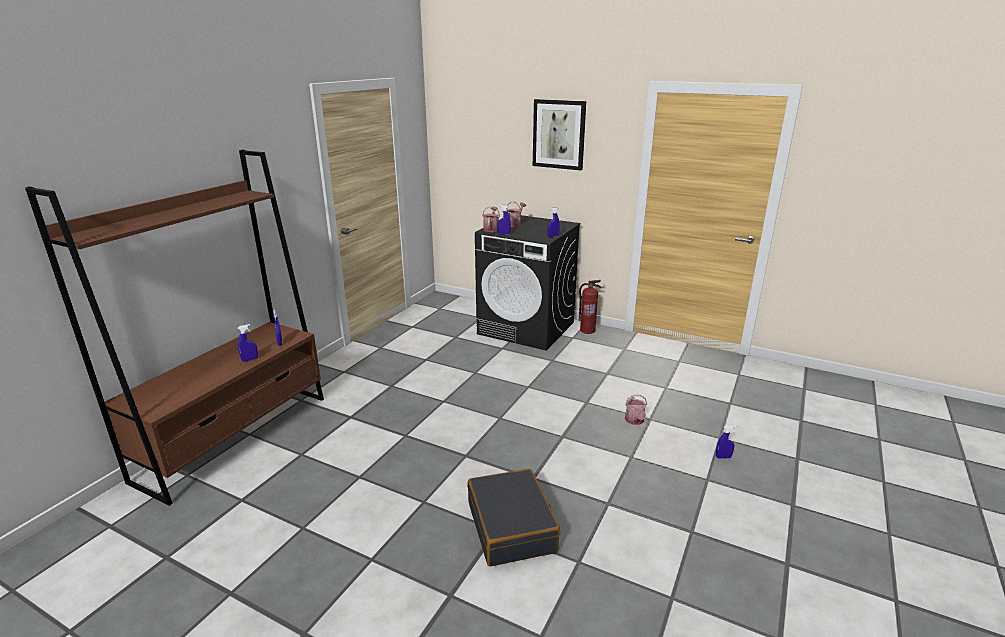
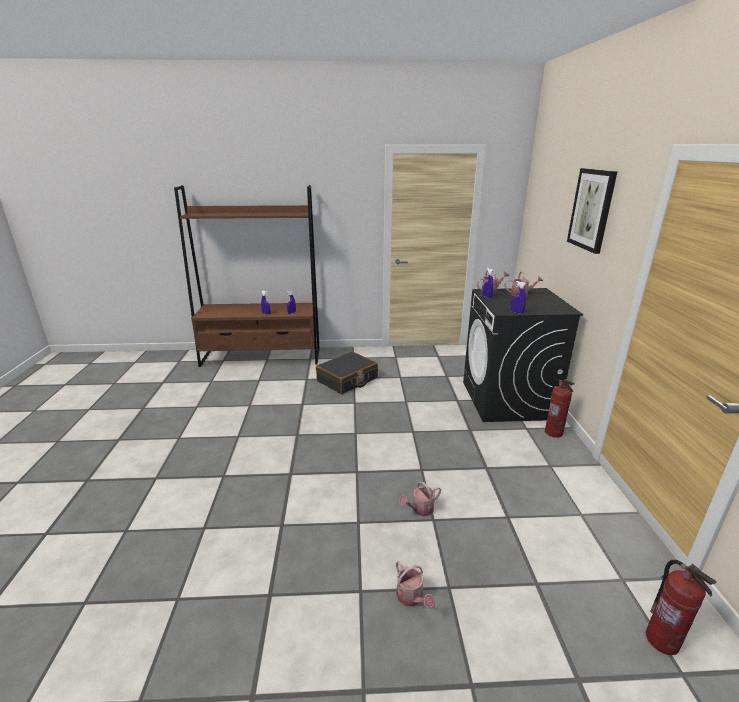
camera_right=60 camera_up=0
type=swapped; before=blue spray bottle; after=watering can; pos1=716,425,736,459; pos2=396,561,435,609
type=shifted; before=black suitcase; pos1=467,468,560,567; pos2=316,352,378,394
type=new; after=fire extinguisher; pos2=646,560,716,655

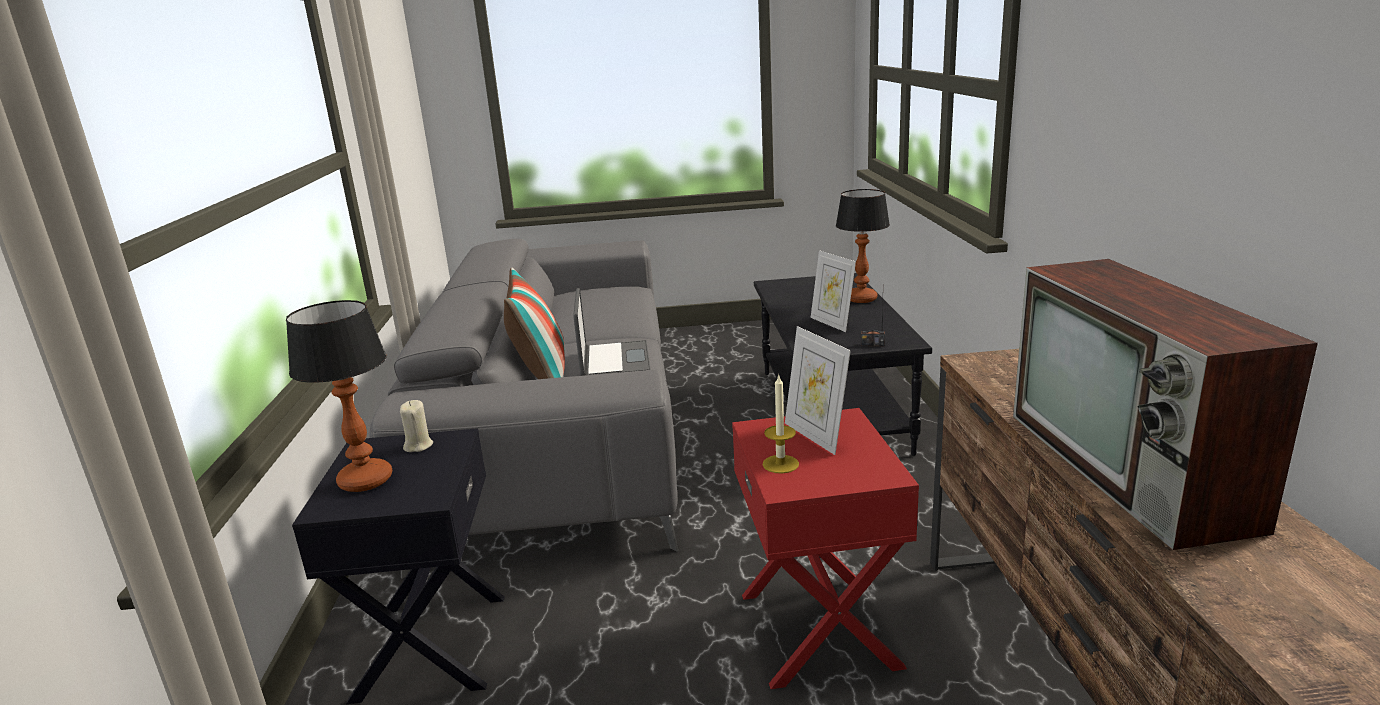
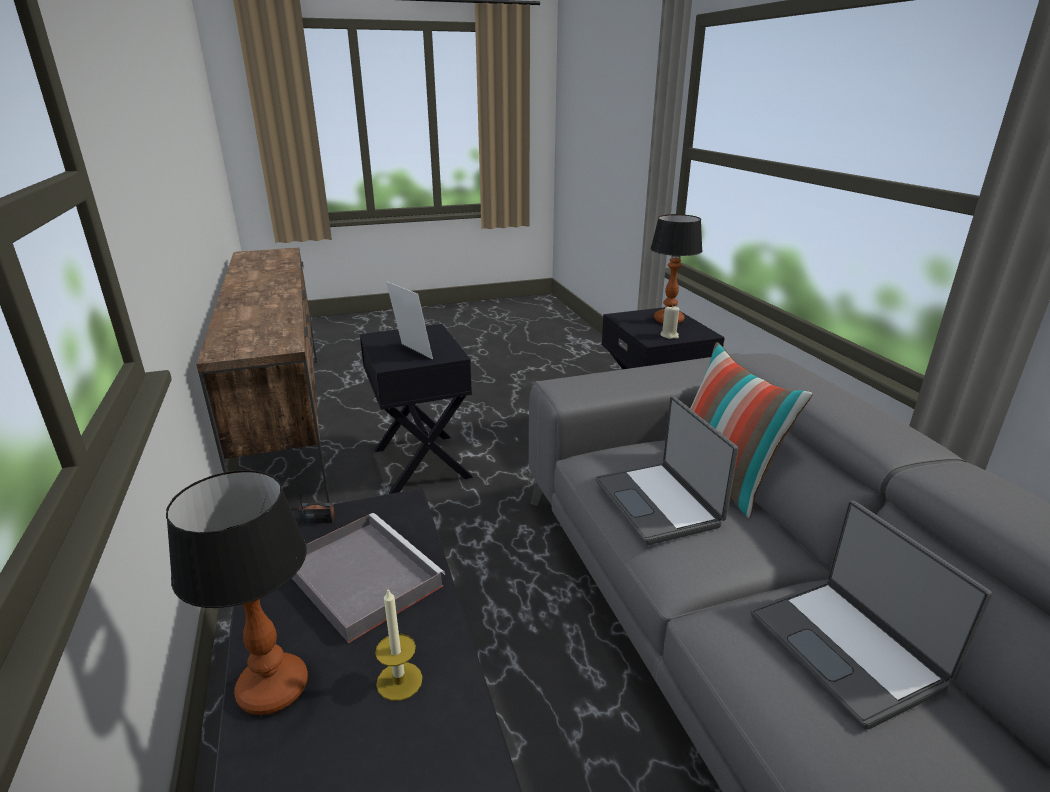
camera_right=165 camera_up=5
type=swapped; before=picture frame; after=grey tray; pos1=811,250,856,332; pos2=292,513,445,643
type=gone; before=television; pos1=1013,259,1318,550
type=shifted; before=candle; pos1=763,374,799,474; pos2=375,589,422,701
type=repainted; before=red side table; after=black side table; pos1=732,408,919,689; pos2=360,324,473,494
type=new; after=laptop; pos2=750,500,992,730

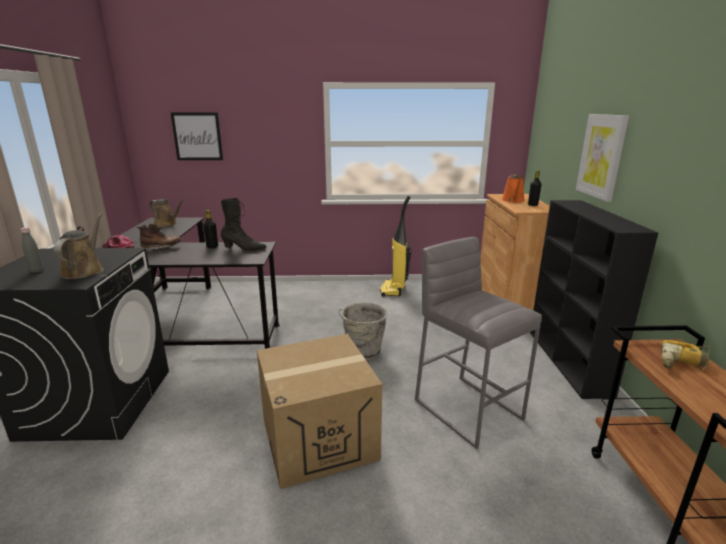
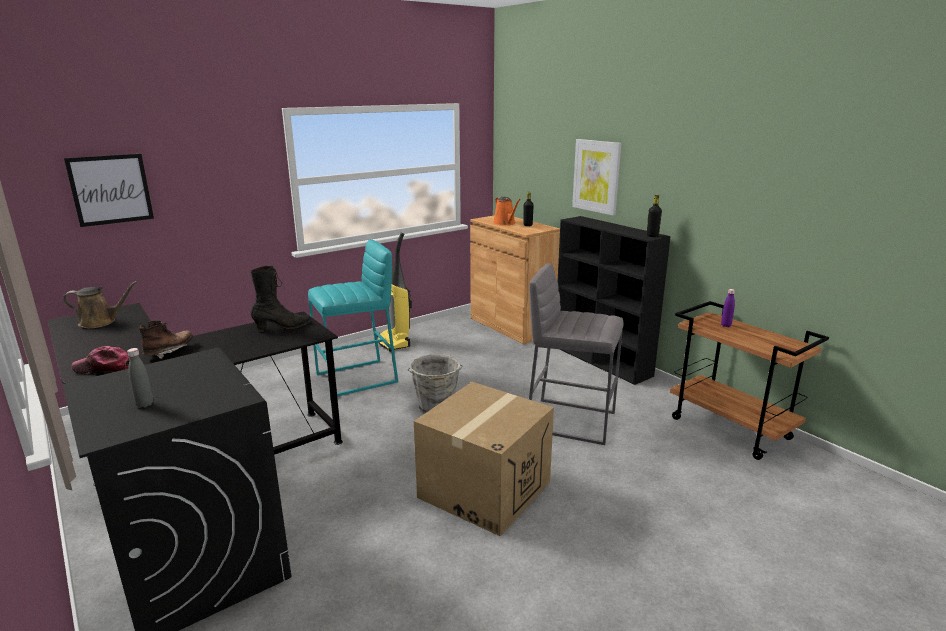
camera_right=-35 camera_up=0
type=shifted; before=black bottle; pos1=203,210,218,248; pos2=647,195,662,237
type=gone; before=brown watering can; pos1=54,213,104,279
type=swapped; before=power drill; after=purple bottle; pos1=661,340,711,370; pos2=721,289,735,327
type=new; after=turquoise stool; pos2=308,240,398,396

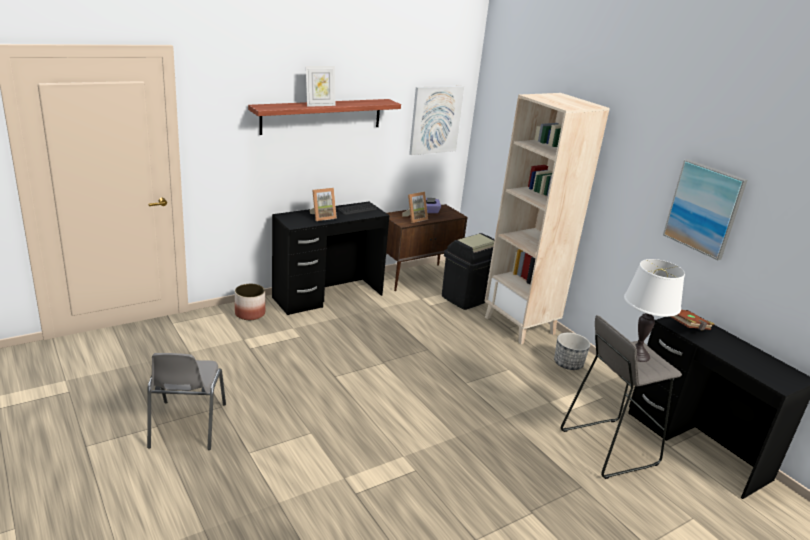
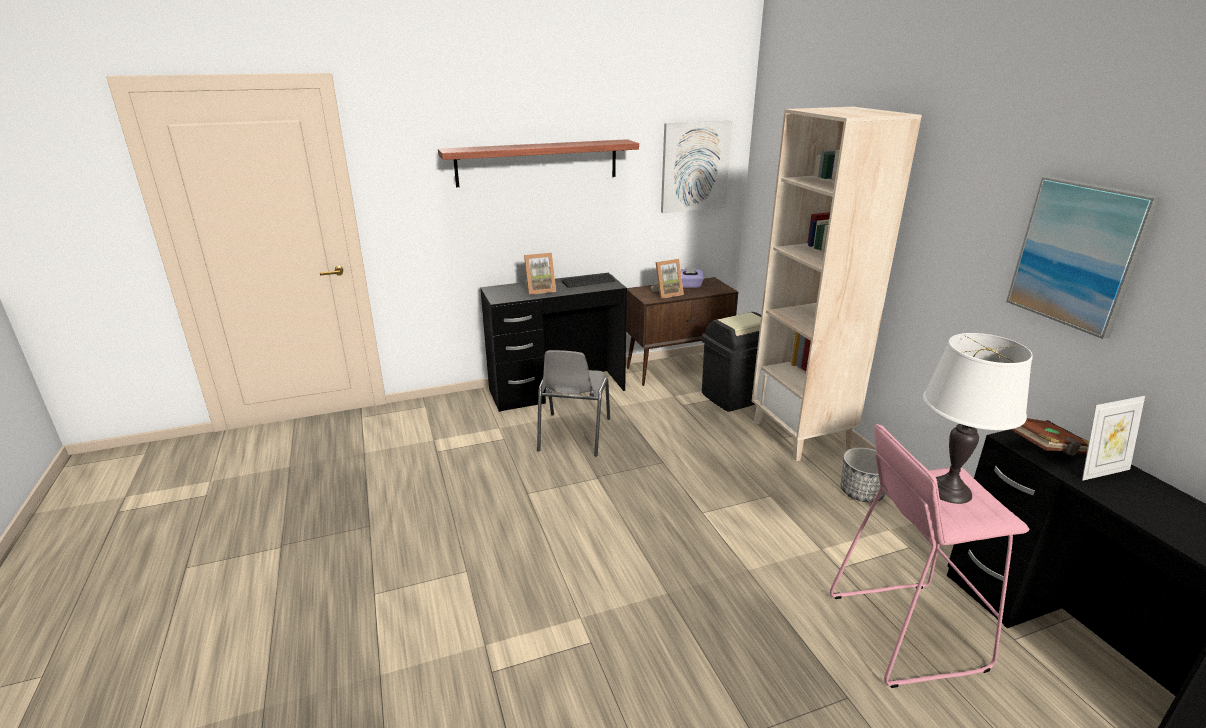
camera_right=15 camera_up=0
type=shifted; before=picture frame; pos1=306,66,336,107; pos2=1082,396,1145,481
type=gone; before=planter; pos1=235,284,265,320
type=repainted; before=grey stool; after=pink stool; pos1=561,315,682,479; pos2=830,424,1030,688
type=shifted; before=grey chair; pos1=147,353,226,450; pos2=537,350,610,456

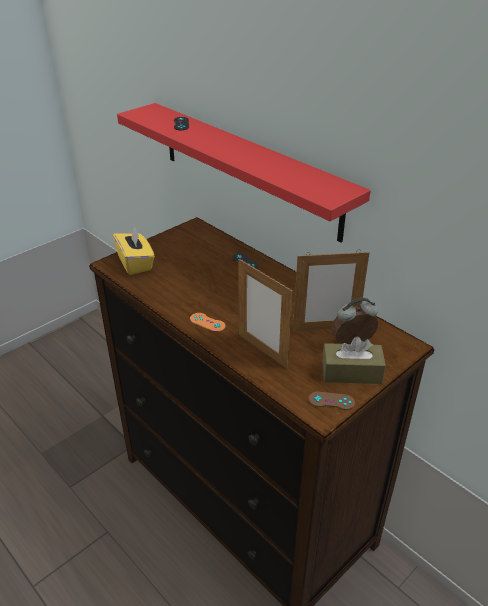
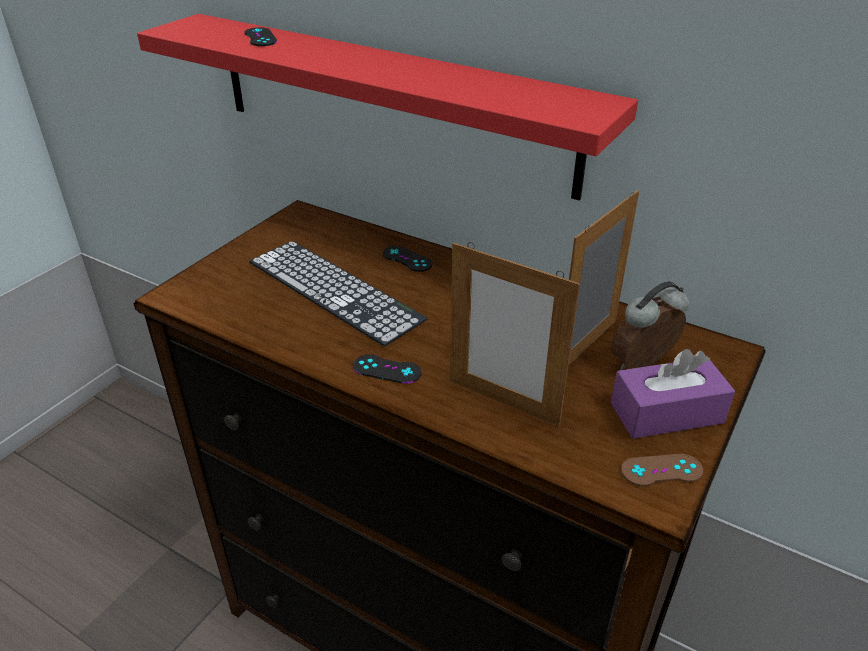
camera_right=-15 camera_up=0
type=gone; before=yellow tissue box; pos1=113,226,155,275
type=rotated; before=picture frame; pos1=293,250,369,332; pos2=568,190,639,366; turn=150
type=repainted; before=orange game controller; after=black game controller; pos1=190,313,226,332; pos2=353,354,421,384
type=repainted; before=brown tissue box; after=purple tissue box; pos1=322,336,386,384; pos2=611,349,735,439
type=new; after=keyboard; pos2=249,241,427,346

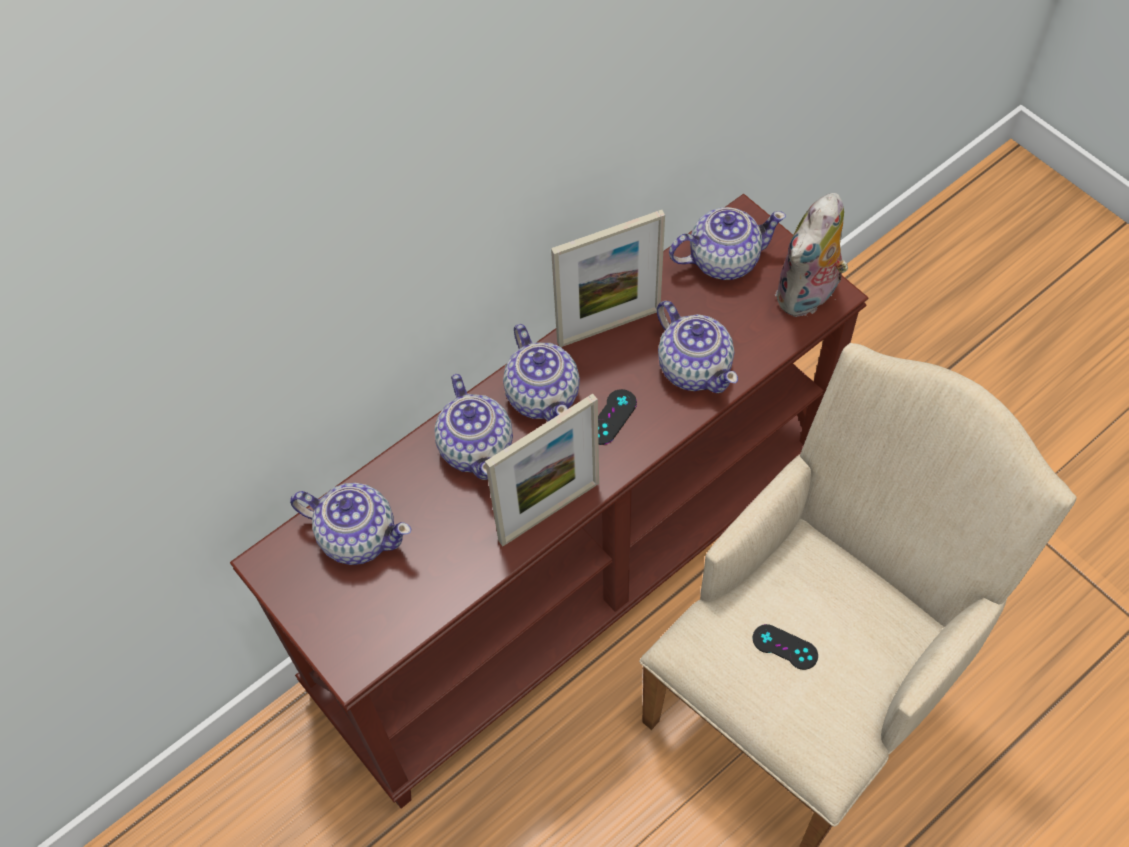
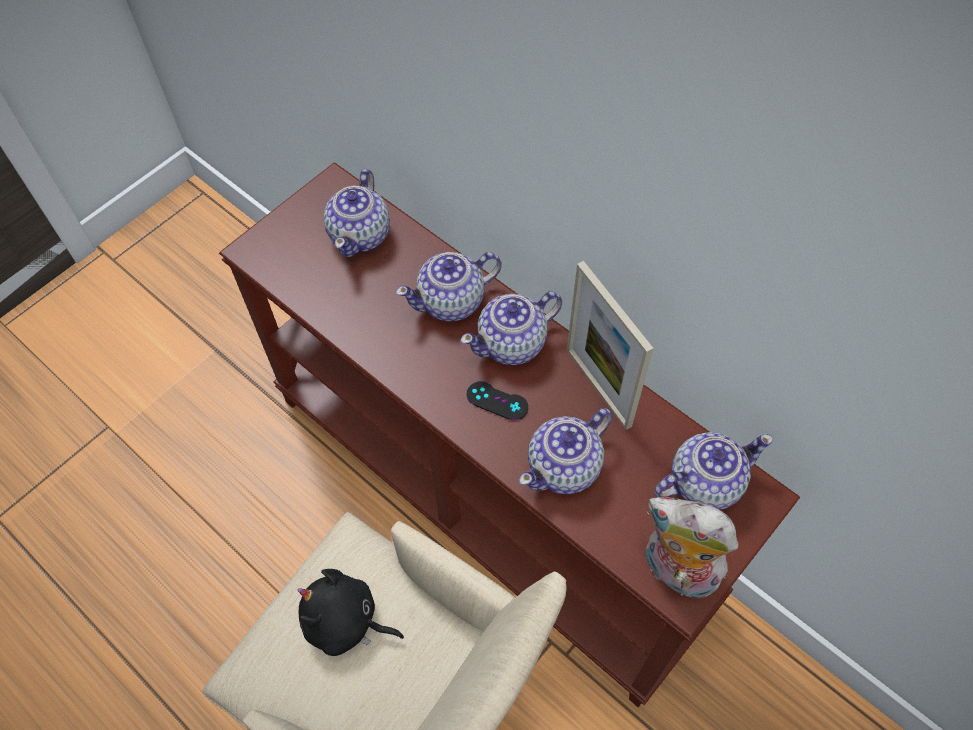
camera_right=80 camera_up=0
type=rotated; before=teapot; pos1=669,207,786,280; pos2=654,432,773,510; turn=-90
type=gone; before=picture frame; pos1=485,394,599,546
type=swapped; before=black game controller; after=black plush toy; pos1=753,624,818,670; pos2=298,569,404,656

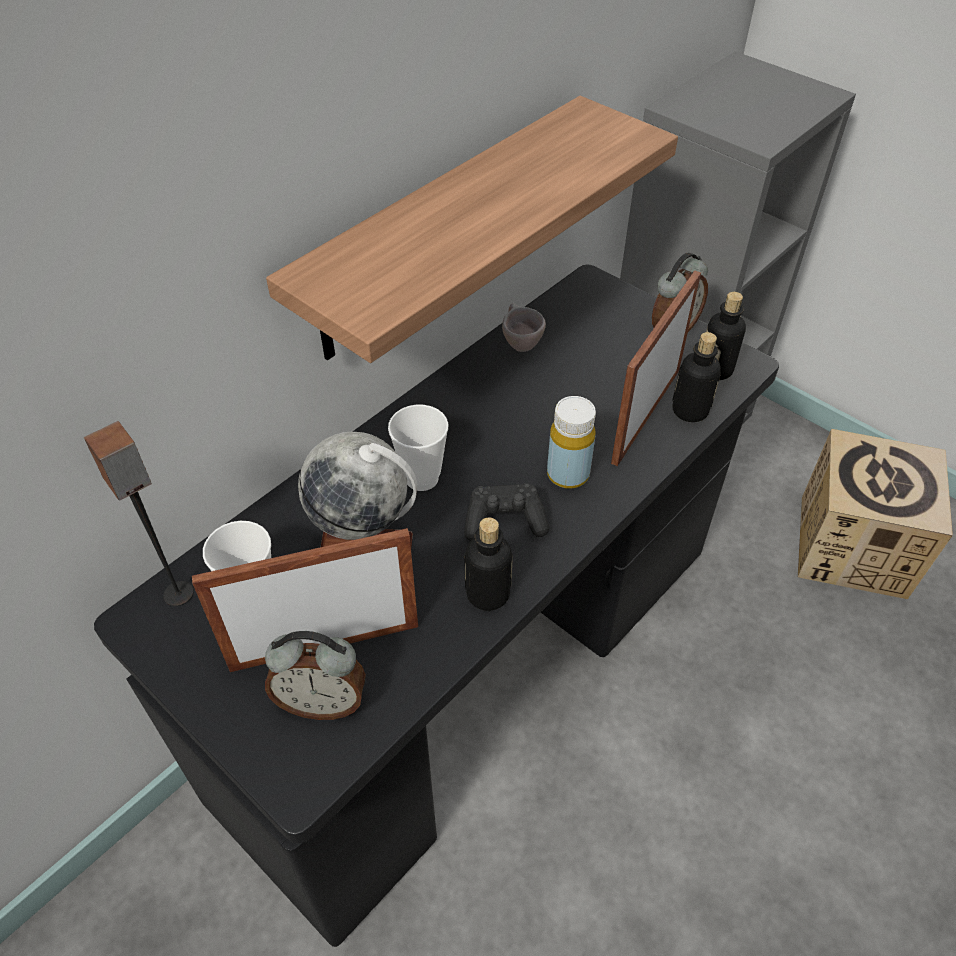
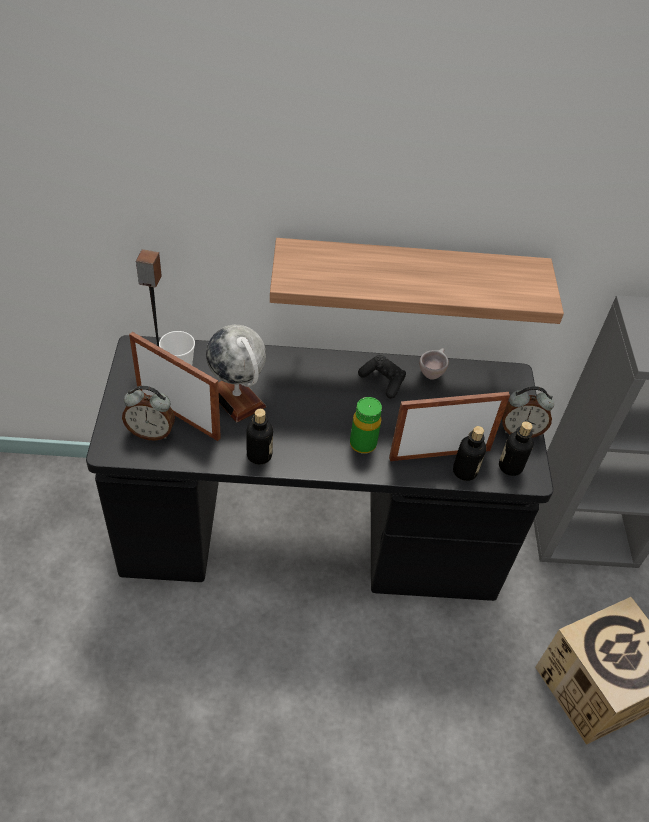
camera_right=45 camera_up=0
type=repainted; before=yellow bottle; after=green bottle; pos1=547,396,596,489; pos2=350,397,382,454
type=gone; before=cup; pos1=388,405,448,491
type=shifted; before=black game controller; pos1=464,483,549,541; pos2=358,355,406,399
type=rotated; before=alarm clock; pos1=265,631,366,720; pos2=122,386,175,441; turn=-45

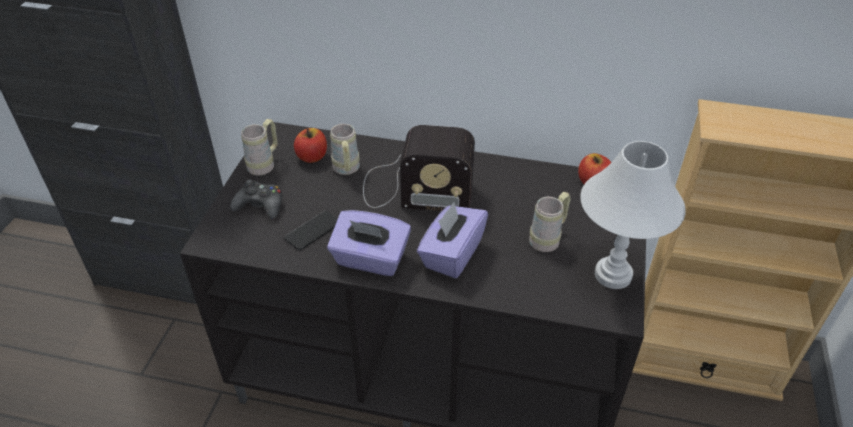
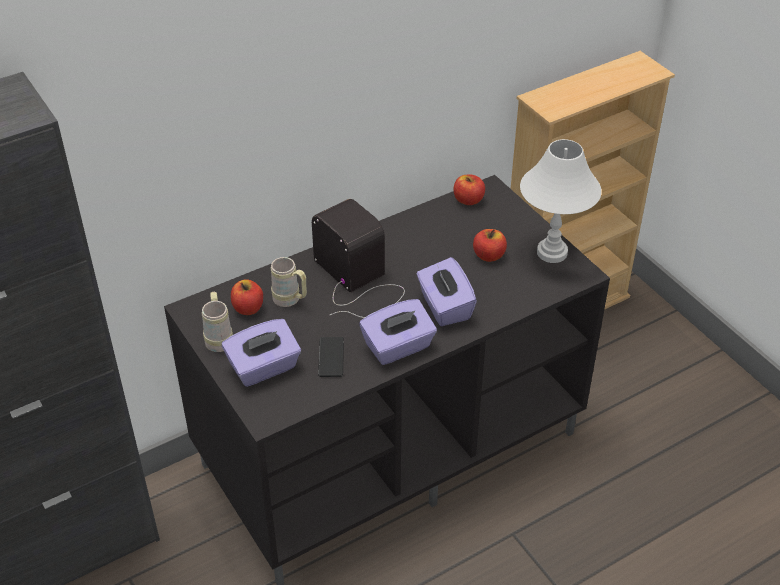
camera_right=-45 camera_up=0
type=rotated; before=radio; pos1=363,125,475,211; pos2=312,199,405,318; turn=-90
type=swapped; before=black game controller; after=purple tissue box; pos1=230,179,282,219; pos2=222,319,301,387
type=swapped; before=beige mug; after=apple; pos1=529,192,571,252; pos2=473,229,507,262

